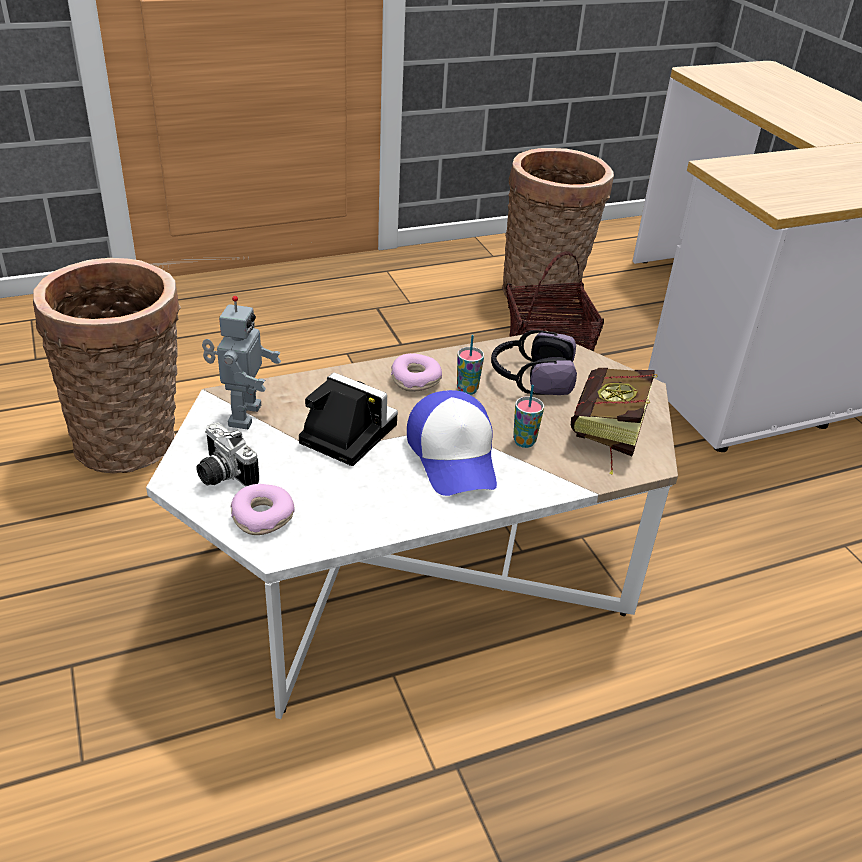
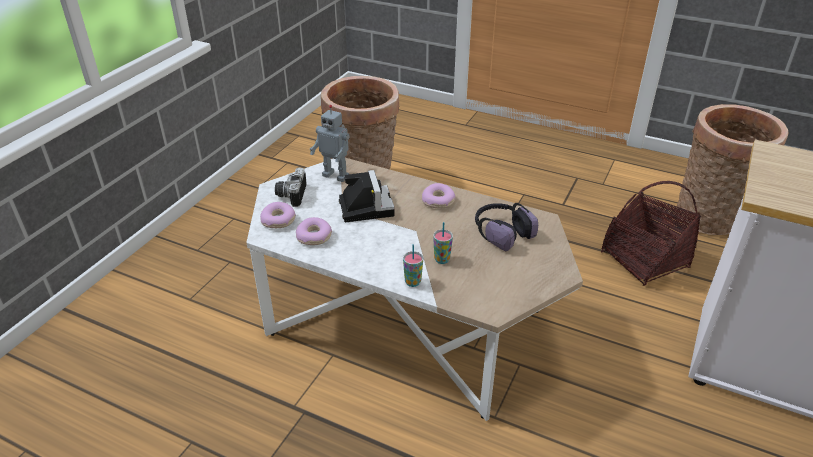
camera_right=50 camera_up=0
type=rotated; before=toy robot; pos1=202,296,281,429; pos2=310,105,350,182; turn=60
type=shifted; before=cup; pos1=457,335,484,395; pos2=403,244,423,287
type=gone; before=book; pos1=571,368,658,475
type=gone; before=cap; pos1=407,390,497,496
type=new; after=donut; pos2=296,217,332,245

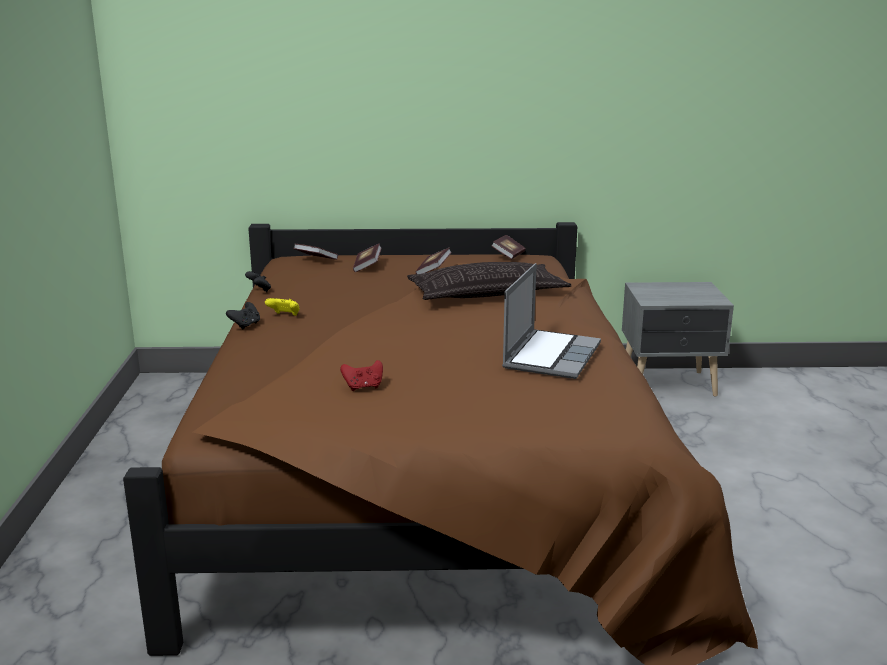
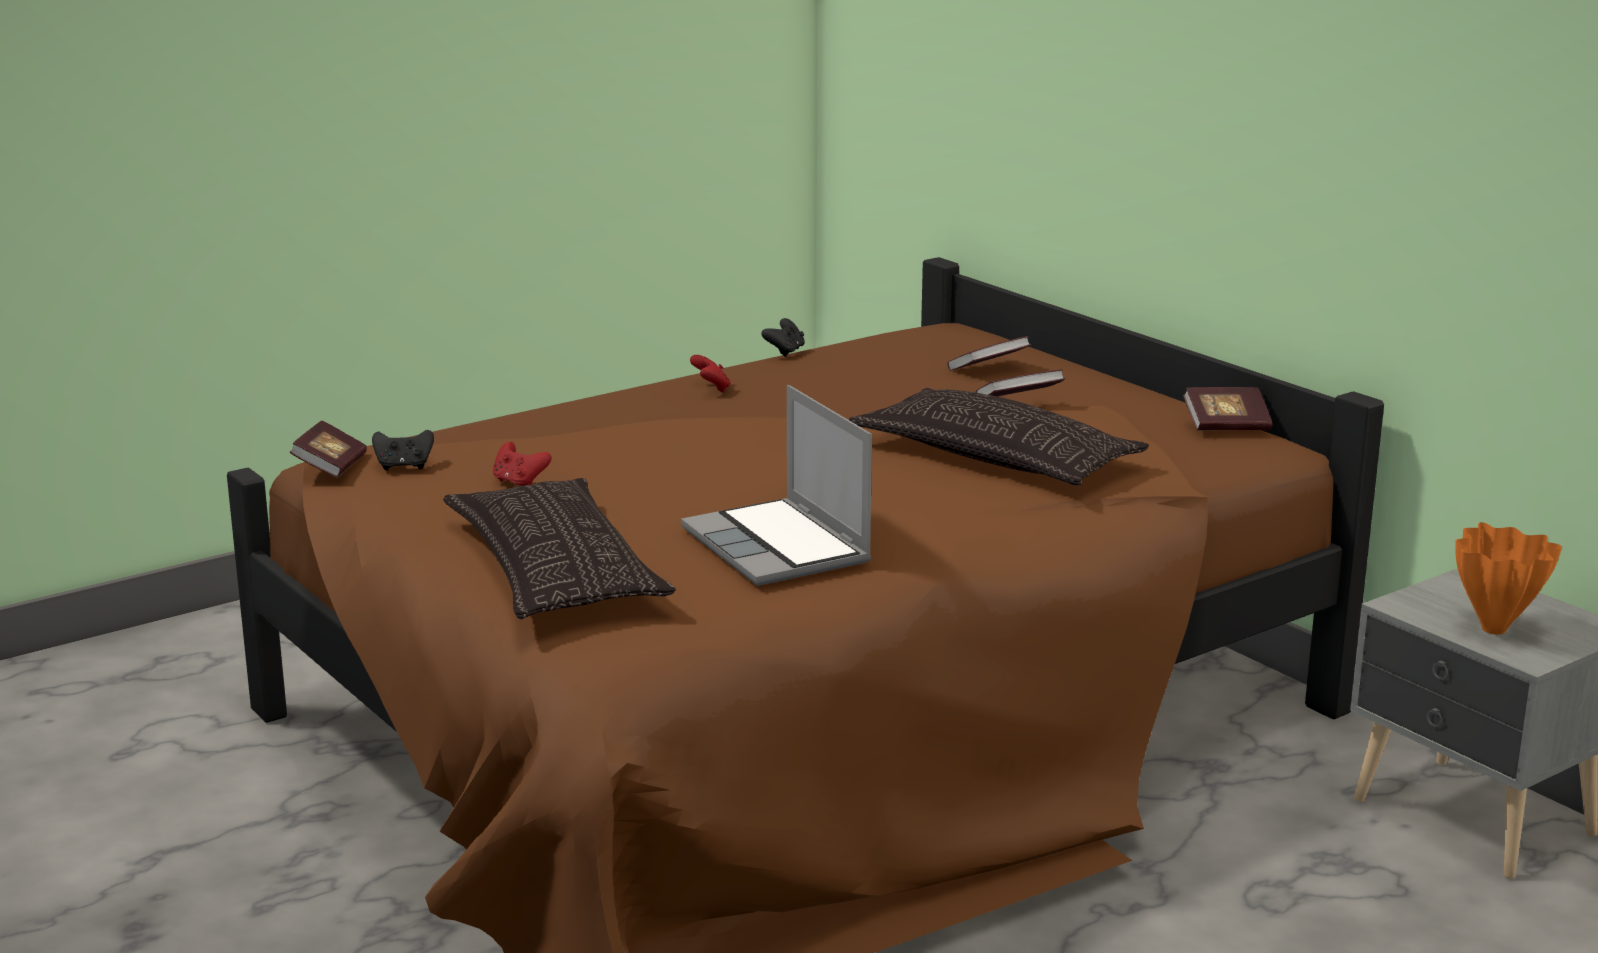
camera_right=55 camera_up=0
type=shifted; before=book; pos1=293,244,338,260; pos2=290,420,367,478
type=rotated; before=laptop; pos1=502,263,601,379; pos2=681,385,872,586; turn=75
type=repainted; before=yellow game controller; after=red game controller; pos1=265,298,300,316; pos2=690,355,731,393
type=shifted; before=black game controller; pos1=226,302,260,329; pos2=372,430,434,471
type=new; after=pillow; pos2=443,478,676,619
type=new; after=orange vase; pos2=1455,522,1562,635

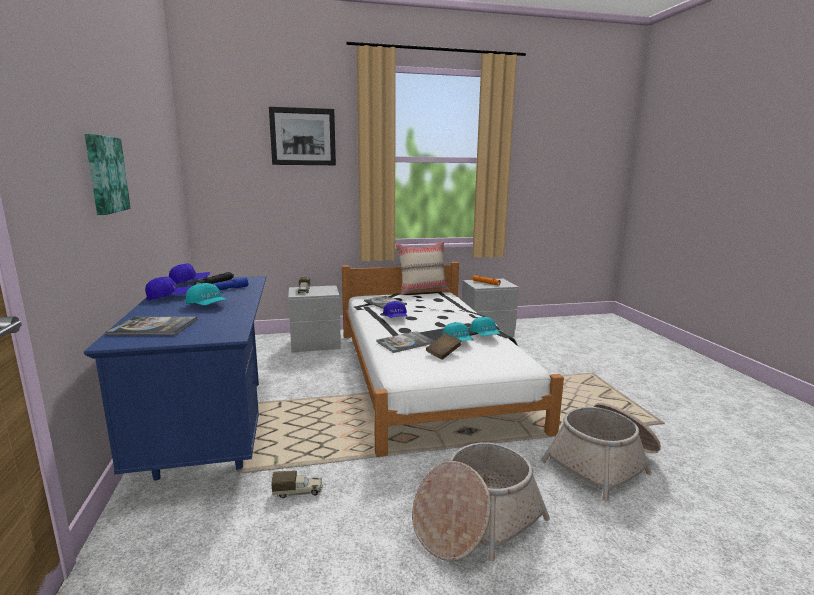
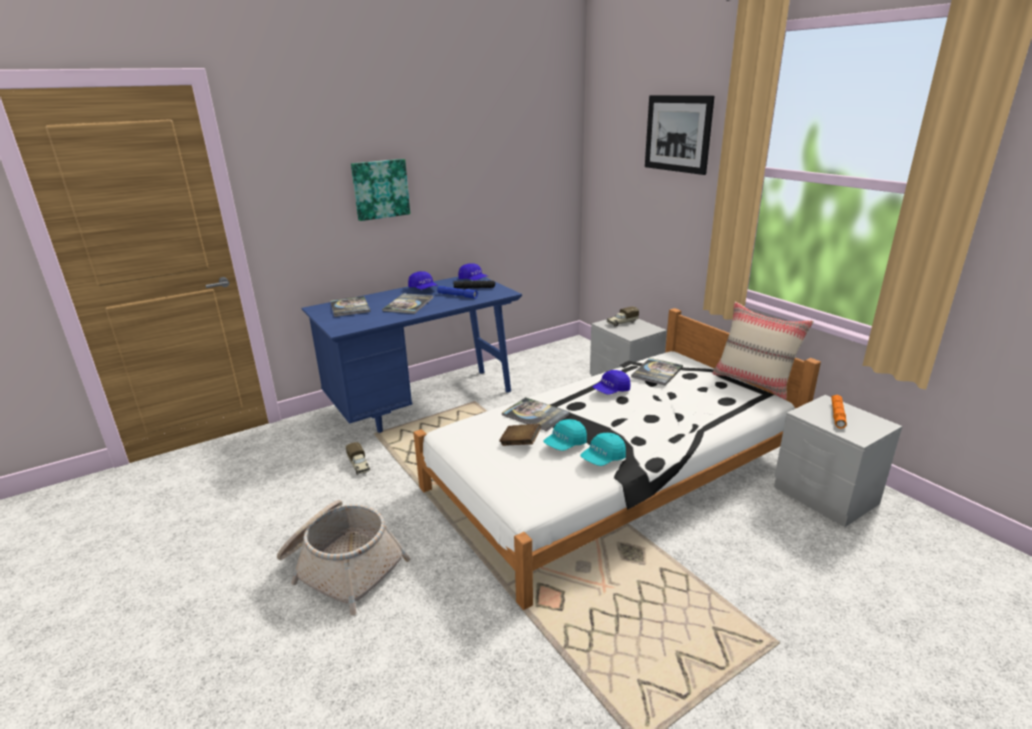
camera_right=70 camera_up=10
type=swapped; before=turquoise cap; after=book; pos1=186,283,227,305; pos2=382,293,434,314
type=gone; before=basket; pos1=541,403,661,501

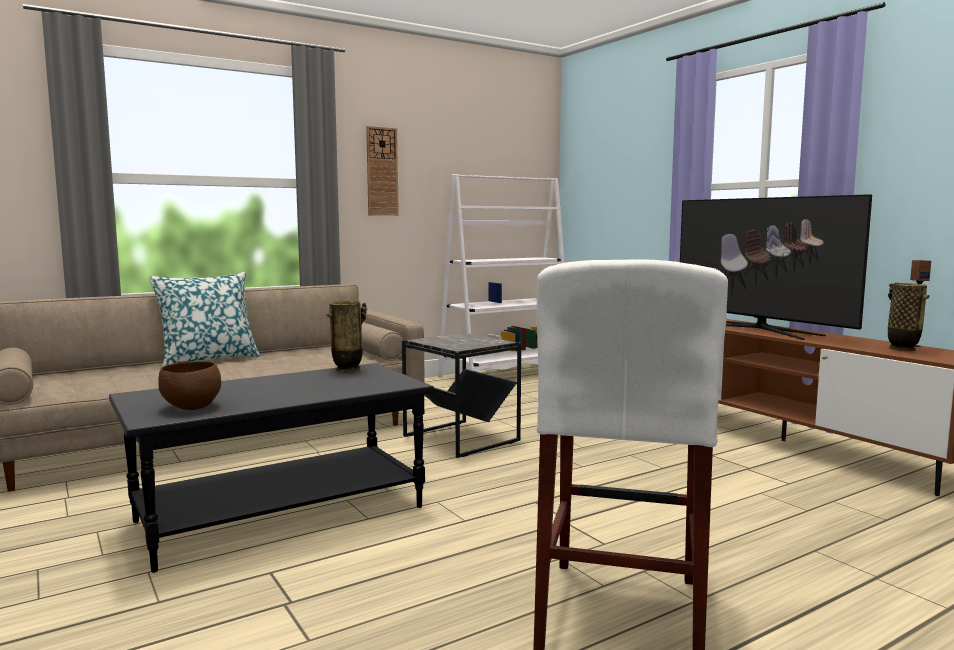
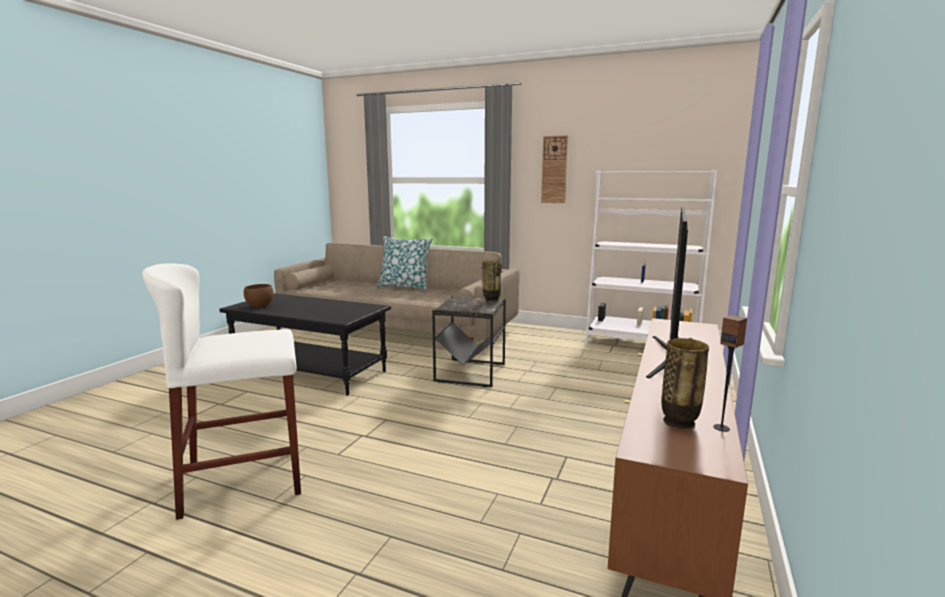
camera_right=55 camera_up=5
type=shifted; before=vase; pos1=326,301,367,372; pos2=482,260,502,303

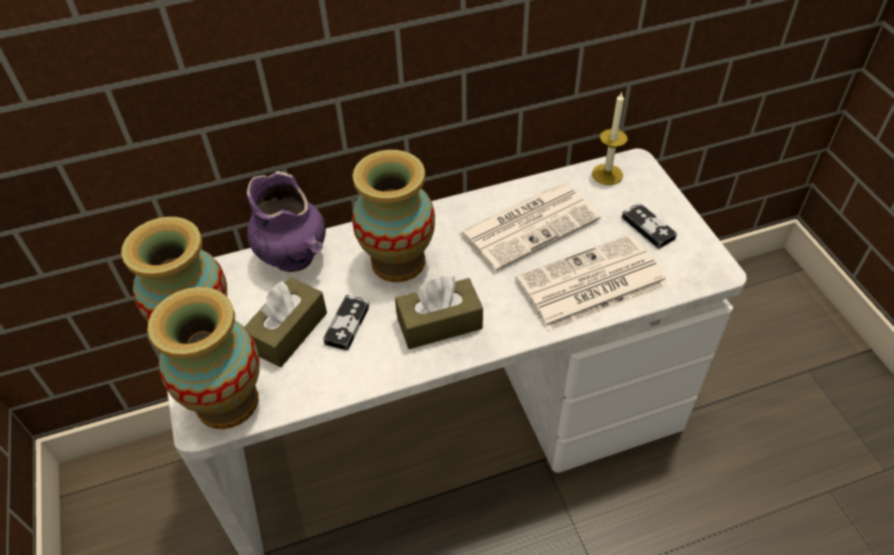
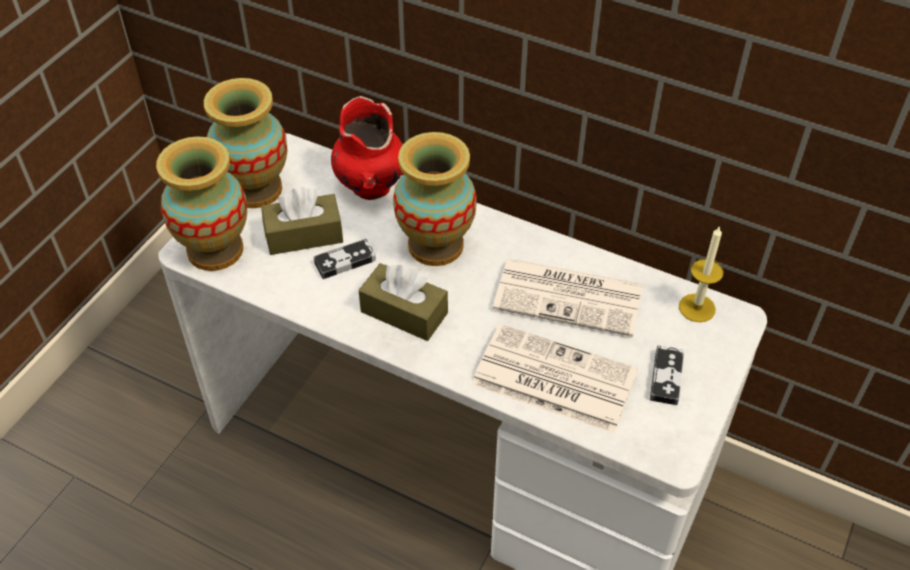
camera_right=45 camera_up=0
type=repainted; before=purple vase; after=red vase; pos1=247,171,326,272; pos2=331,96,403,200

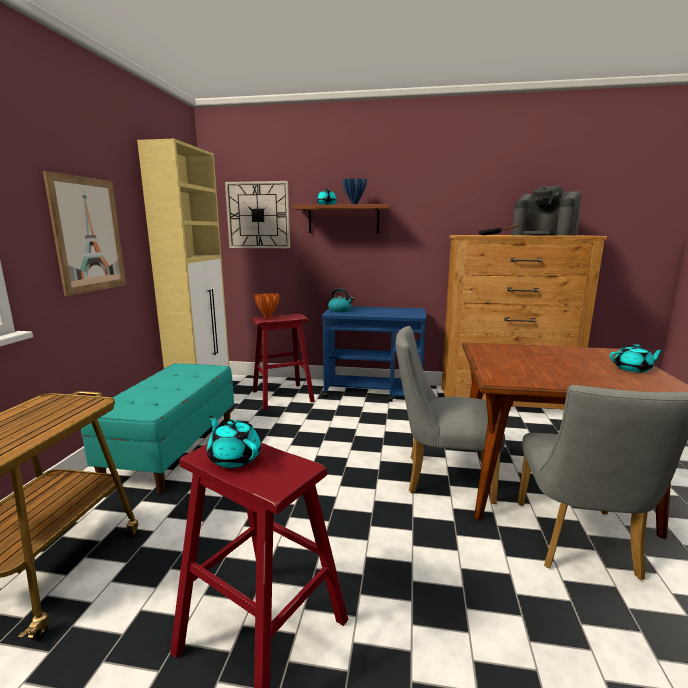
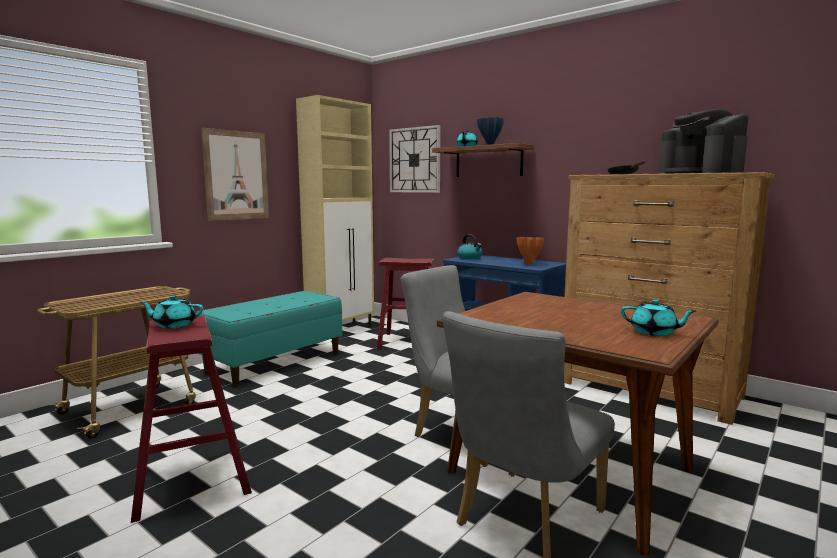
camera_right=30 camera_up=-5
type=shifted; before=orange vase; pos1=254,293,280,319; pos2=517,237,544,265
type=rotated; before=turquoise teapot; pos1=207,416,261,468; pos2=140,295,203,328; turn=-75

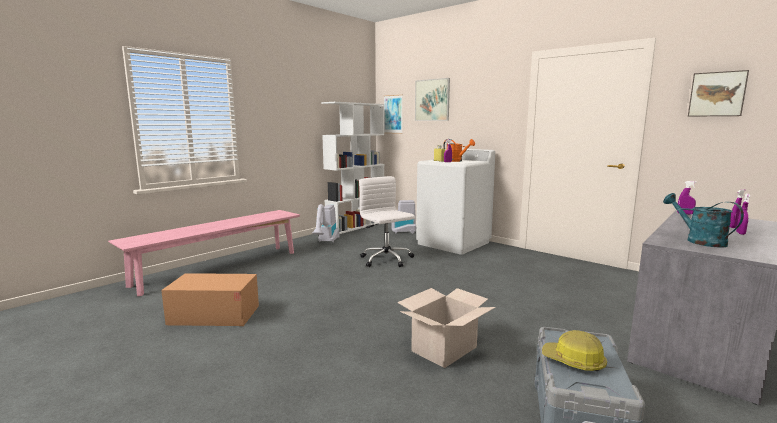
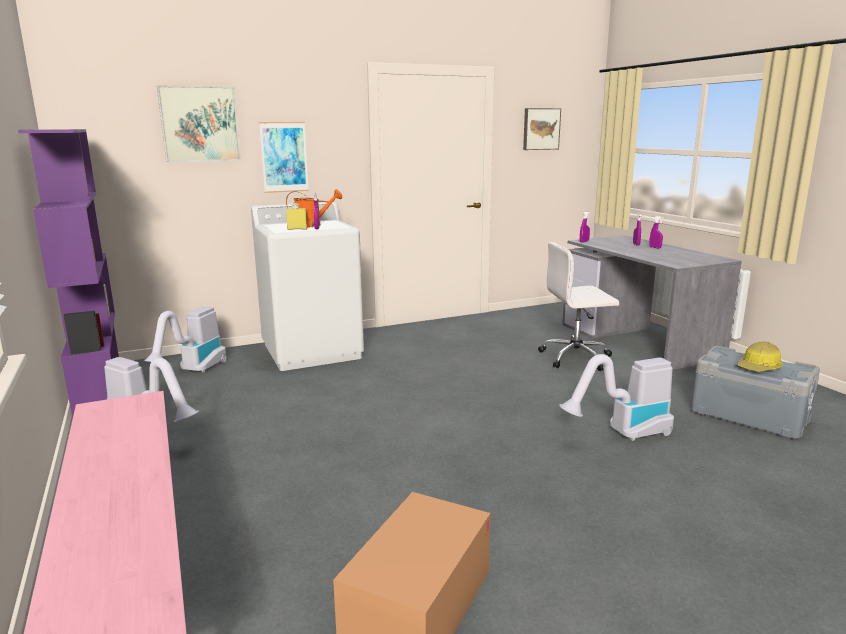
camera_right=-65 camera_up=5
type=shifted; before=picture; pos1=384,95,402,134; pos2=259,122,309,193
type=repainted; before=white bookcase; after=purple bookcase; pos1=321,102,384,234; pos2=18,129,119,419
type=shifted; before=white office chair; pos1=359,176,415,267; pos2=538,242,619,371
type=gone; before=turquoise watering can; pos1=663,193,744,247
type=swapped; before=cardboard box; after=vacuum cleaner; pos1=397,288,496,368; pos2=559,354,674,441

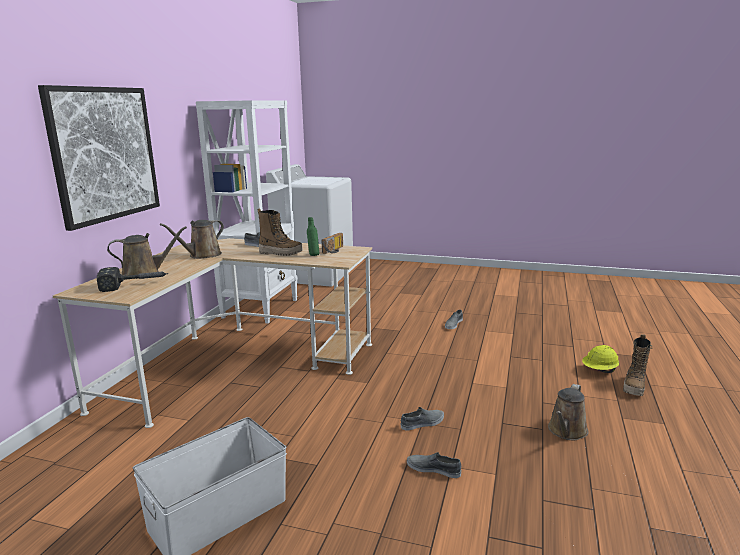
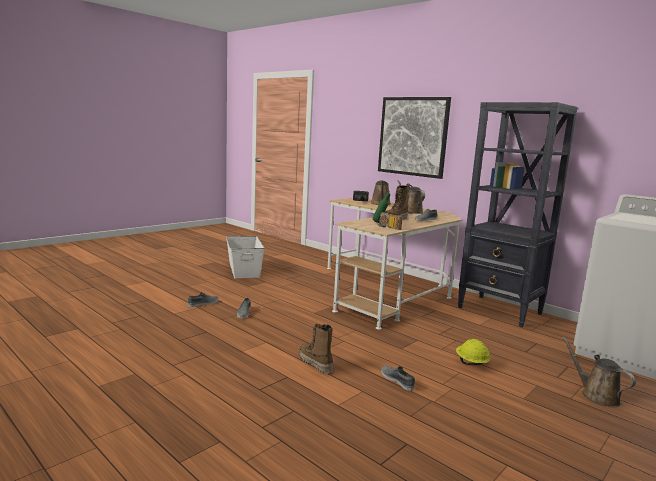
camera_right=115 camera_up=-5
type=repainted; before=white bookcase; after=black bookcase; pos1=196,100,298,323; pos2=458,102,578,327
type=shifted; before=boot; pos1=623,334,652,396; pos2=299,324,334,374
type=shifted; before=yellow hard hat; pos1=582,345,619,373; pos2=456,339,490,365
type=shifted; before=brown watering can; pos1=548,384,589,440; pos2=562,337,636,407

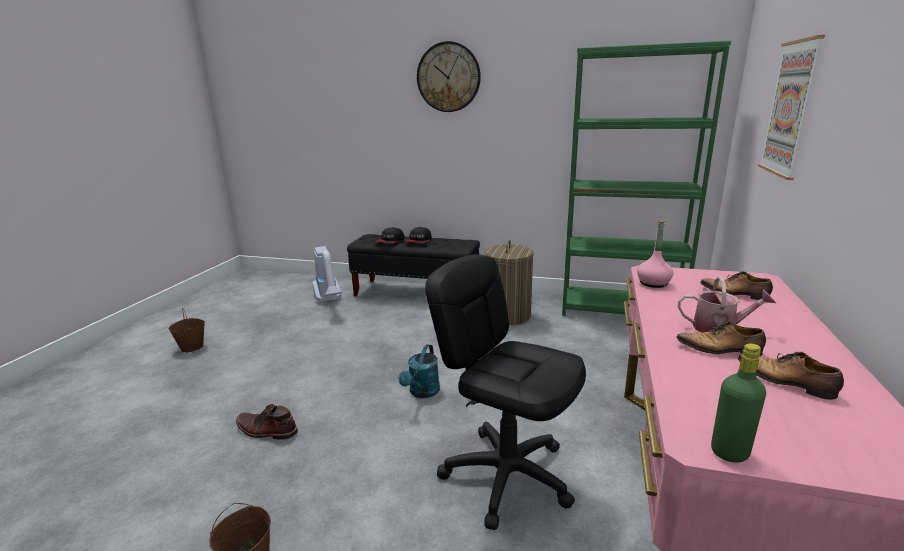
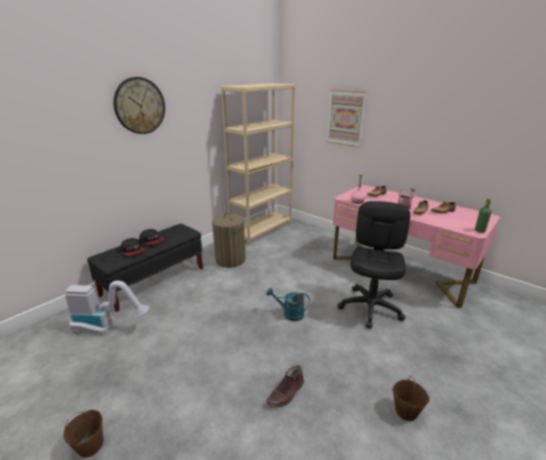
camera_right=-65 camera_up=5
type=repainted; before=green bookcase; after=beige bookcase; pos1=562,41,731,316; pos2=221,83,295,245
type=rotated; before=black office chair; pos1=425,254,586,530; pos2=337,201,410,329; turn=135
type=rotated; before=turquoise watering can; pos1=399,344,440,398; pos2=266,288,310,321; turn=150

